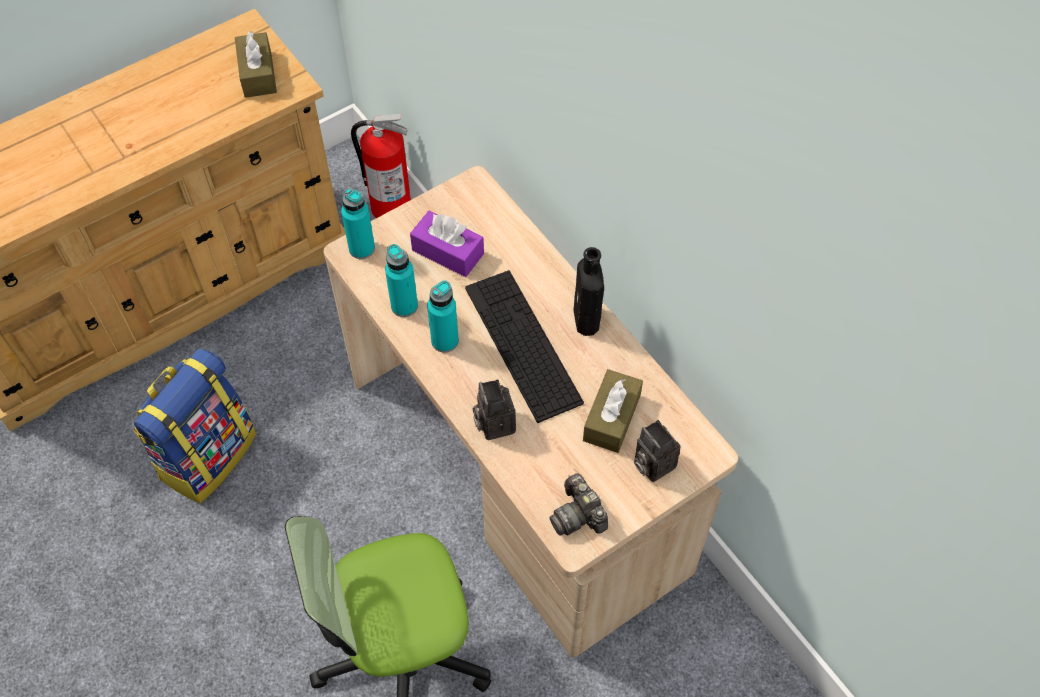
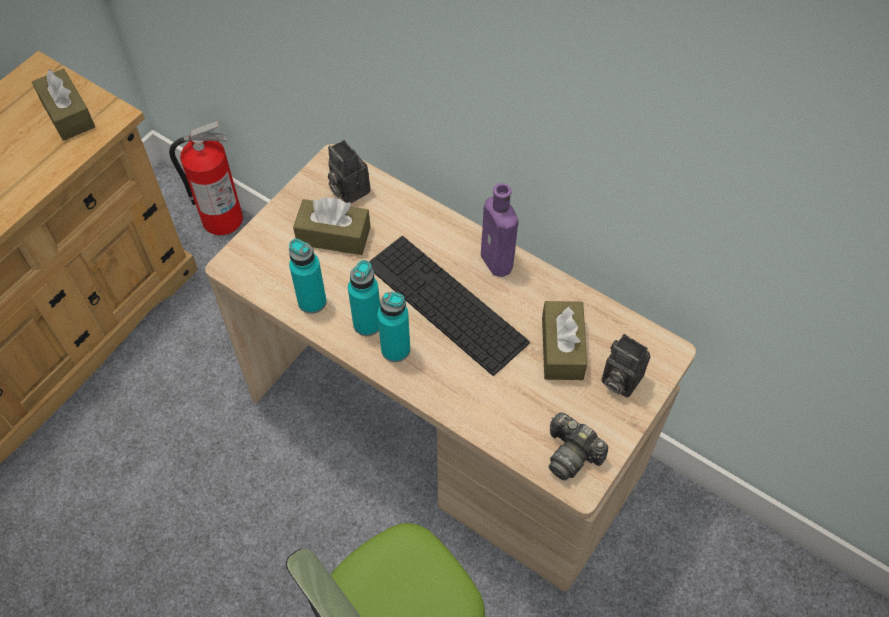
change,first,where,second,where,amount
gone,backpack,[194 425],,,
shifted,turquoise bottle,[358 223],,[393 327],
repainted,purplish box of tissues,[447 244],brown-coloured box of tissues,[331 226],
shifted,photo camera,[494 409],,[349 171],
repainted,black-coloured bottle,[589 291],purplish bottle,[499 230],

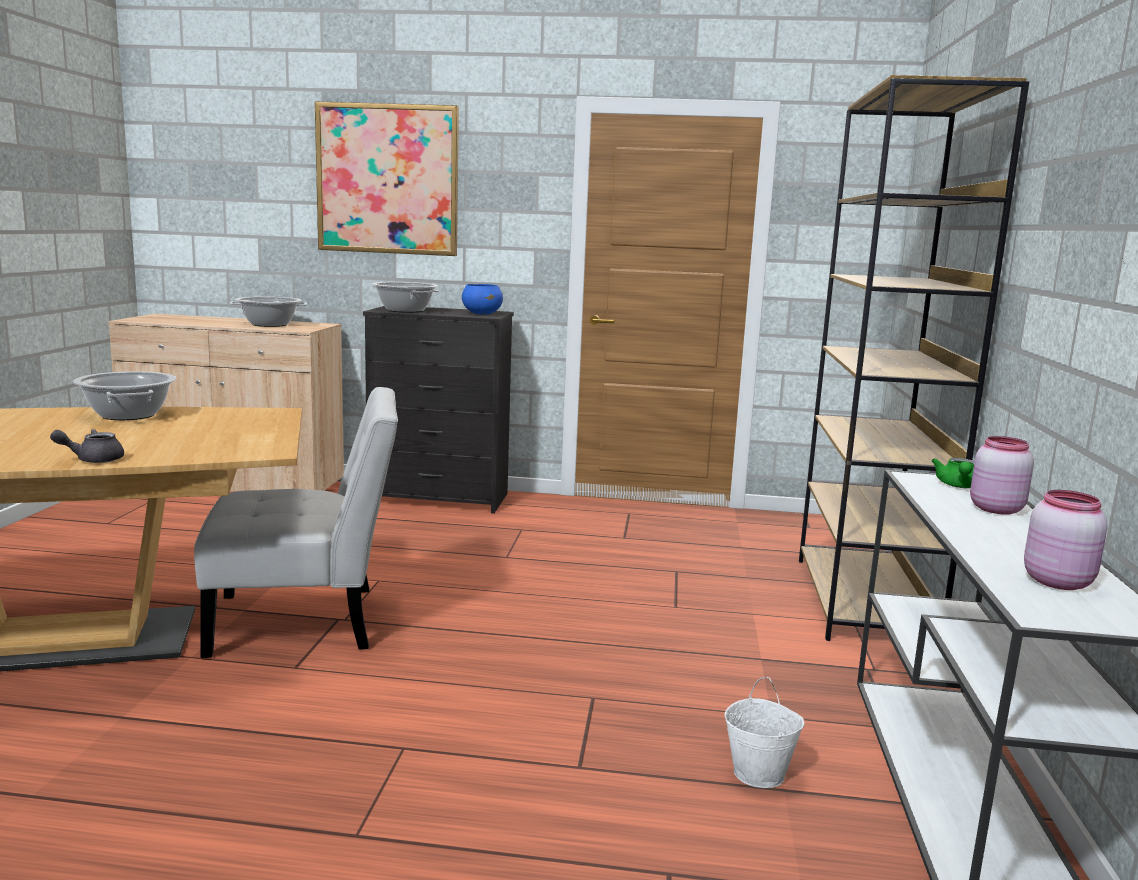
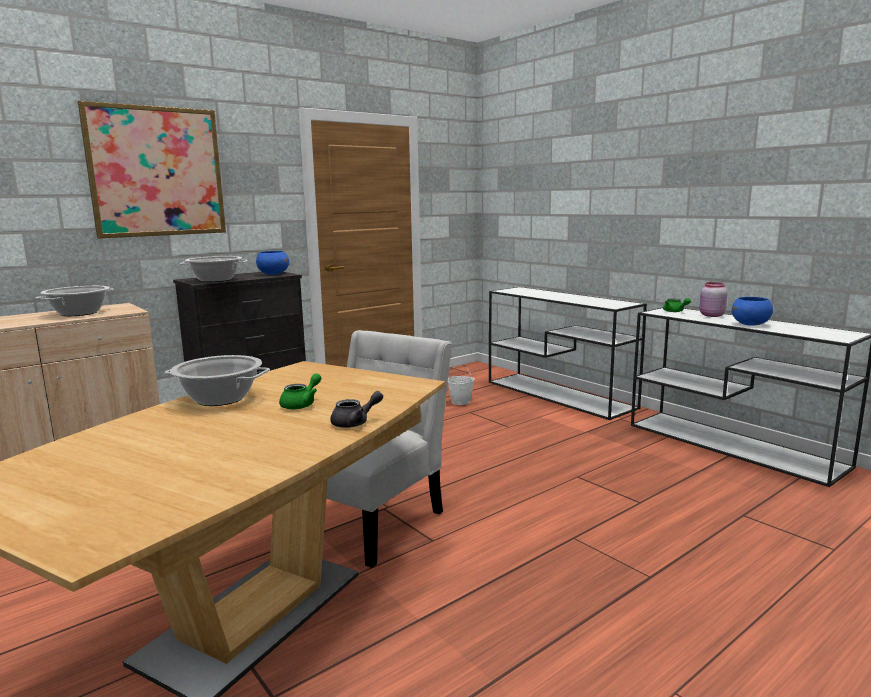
change,first,where,second,where,amount
rotated,greyish pot for tea,[87 446],,[356 409],135 degrees counterclockwise
shifted,whitish pail,[764 732],,[461 384],
swapped,brown-coloured bookcase,[914 358],whitish console table,[568 353],
gone,pink-coloured storage jar,[1066 540],,,
new,,,greenish pot for tea,[300 391],
new,,,blue bowl,[752 311],

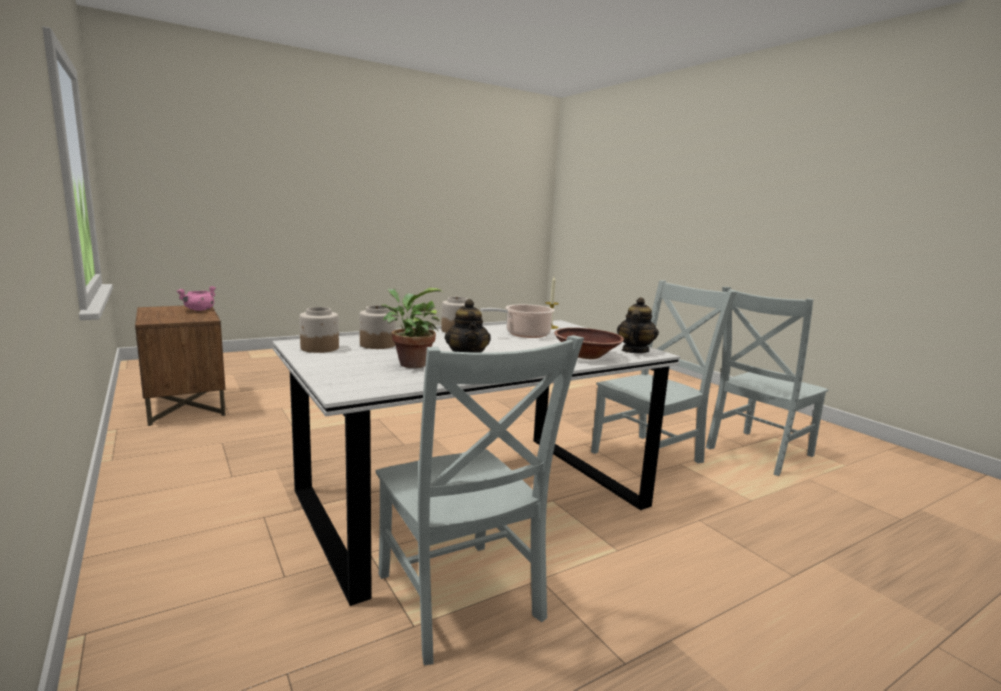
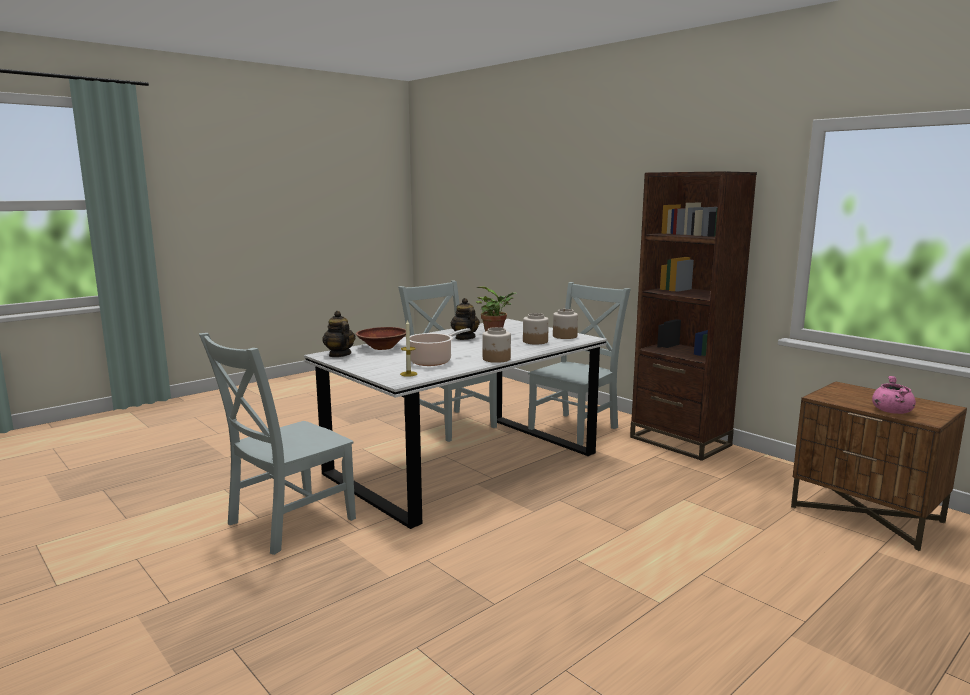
change,first,where,second,where,amount
rotated,pot for tea,[638 325],,[339 334],135 degrees clockwise
shifted,greyish plain chair,[767 381],,[579 364],
new,,,brown-coloured bookcase,[693 316],

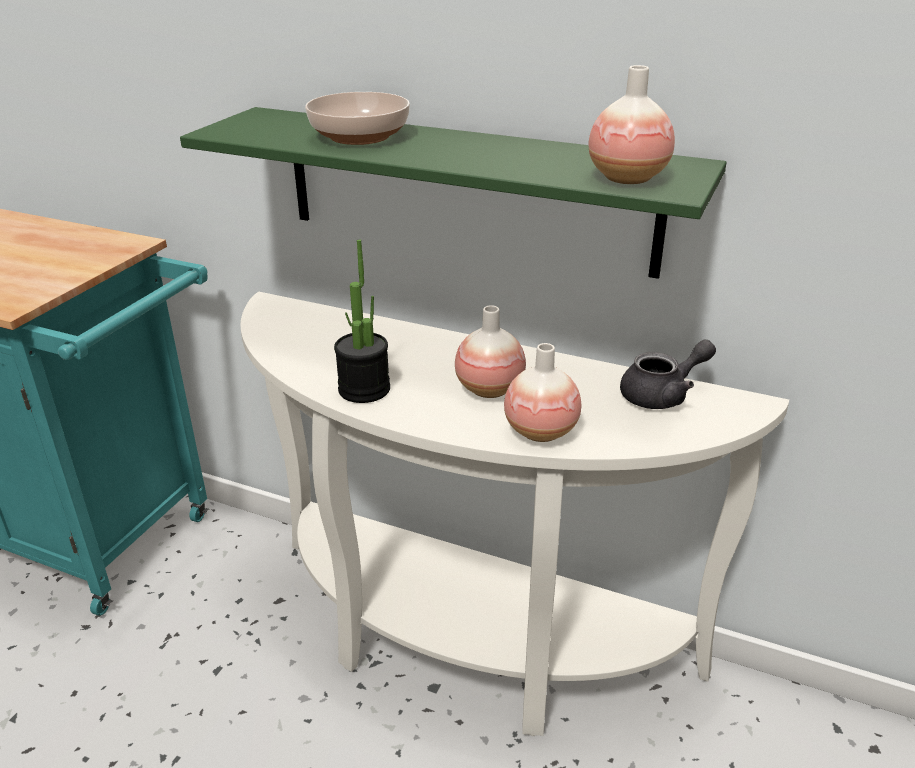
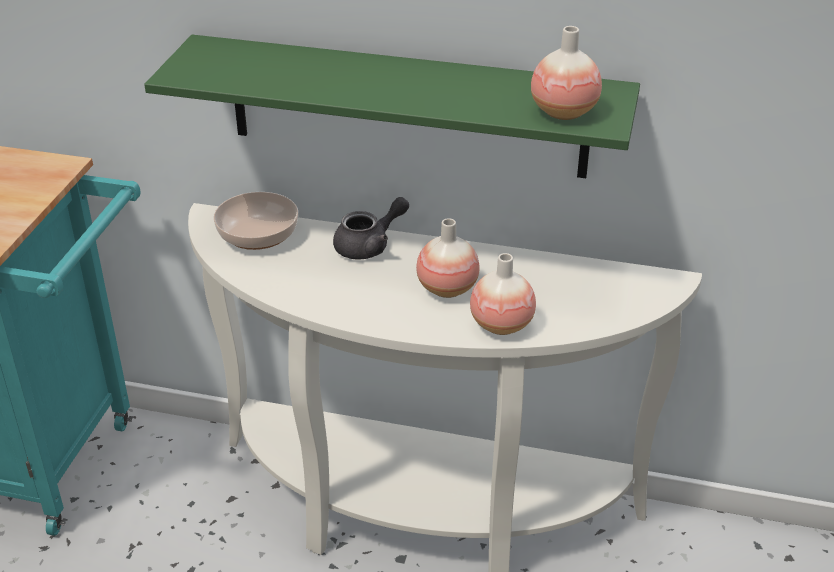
change,first,where,second,where,amount
shifted,bowl,[357 118],,[255 221],
gone,plant in a pot,[362 321],,,
shifted,greyish pot for tea,[668 374],,[371 228],

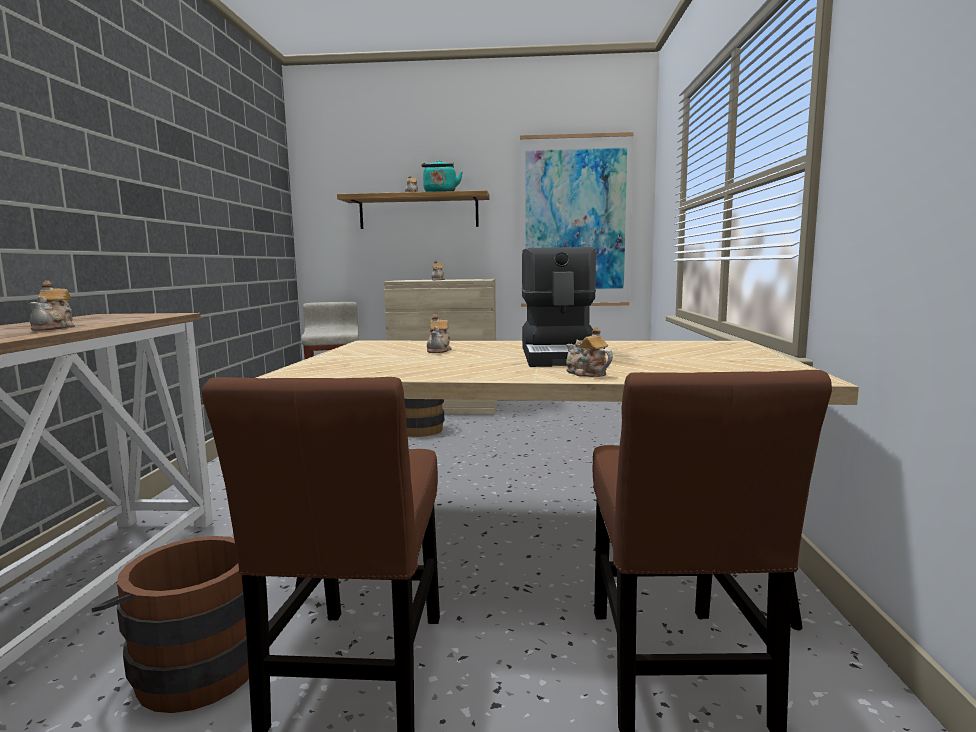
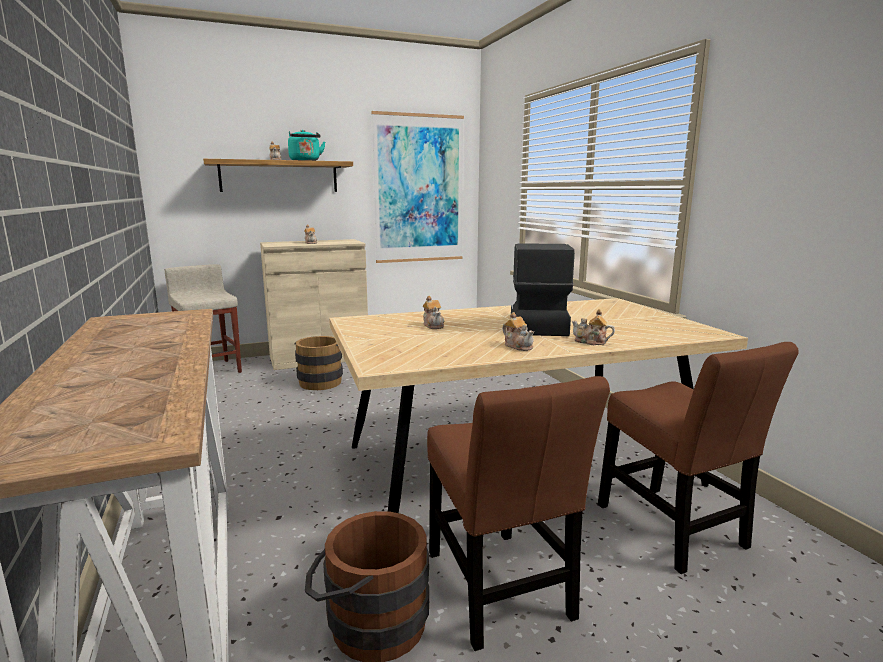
change,first,where,second,where,amount
shifted,pot for tea,[52 306],,[518 331],
rotated,coffee brewer,[563 307],,[543 289],150 degrees counterclockwise

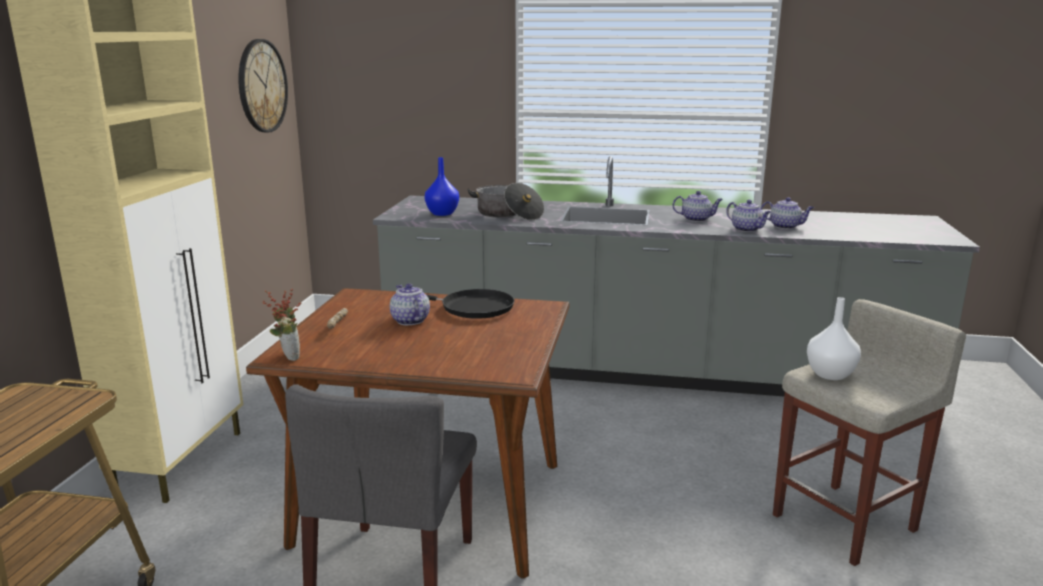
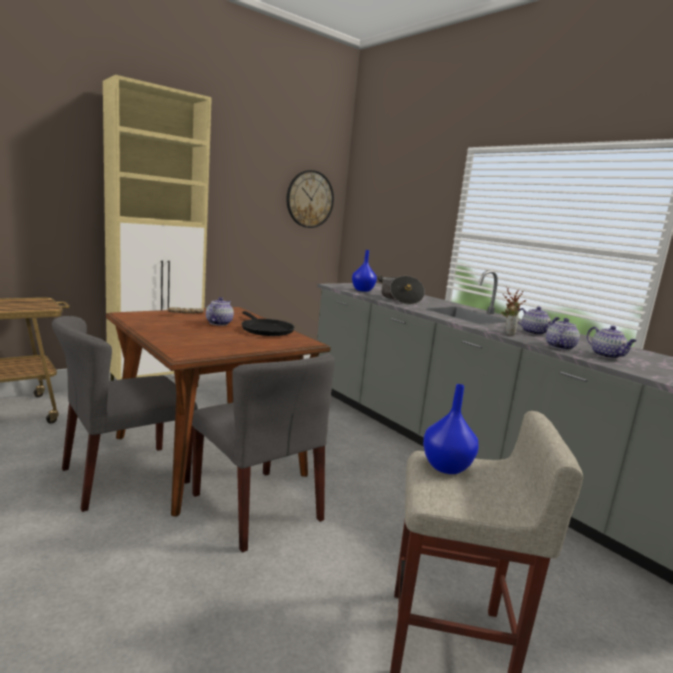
change,first,where,second,where,amount
shifted,plant in a pot,[282 325],,[513 311],
rotated,pot for tea,[748 216],,[563 334],150 degrees counterclockwise
repainted,whitish decorative vase,[834 338],blue decorative vase,[451 429],
new,,,greyish plain chair,[263 453],

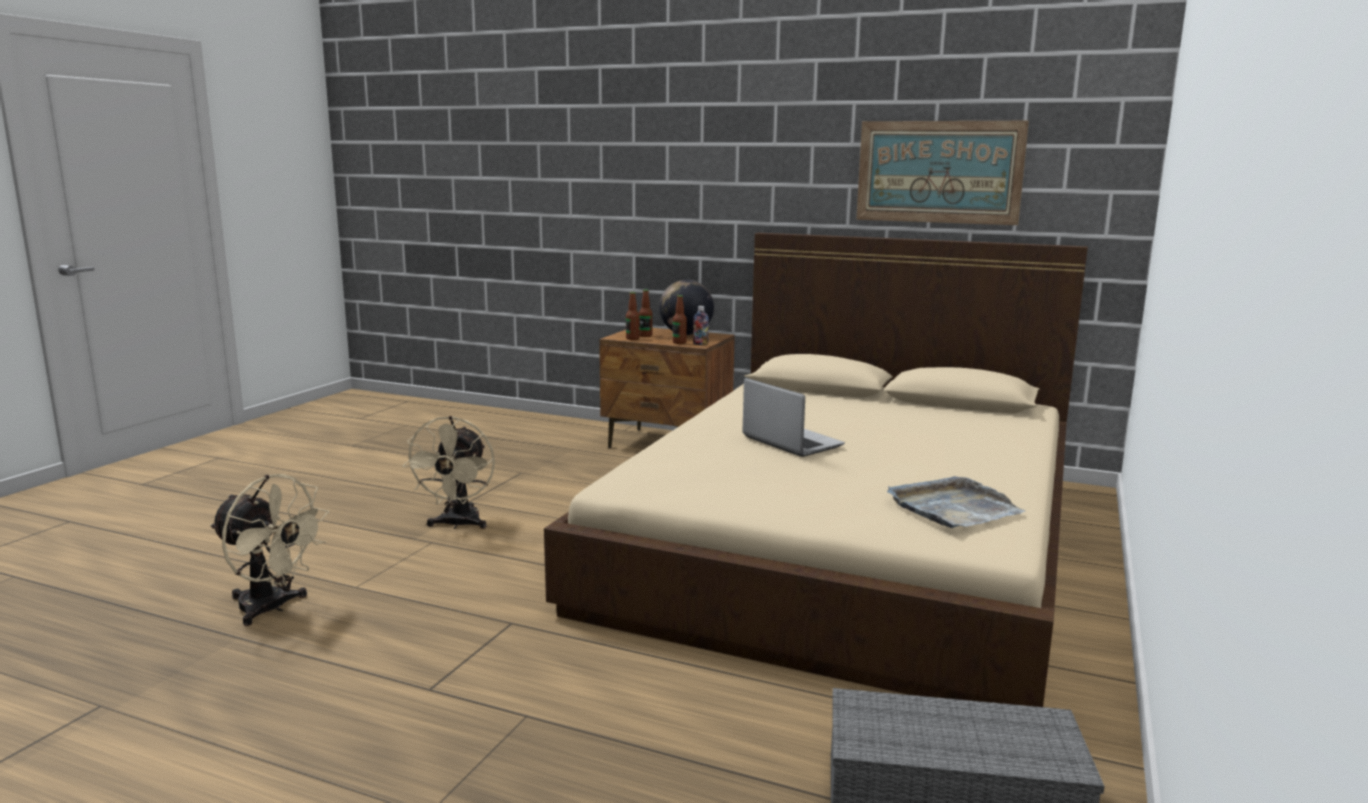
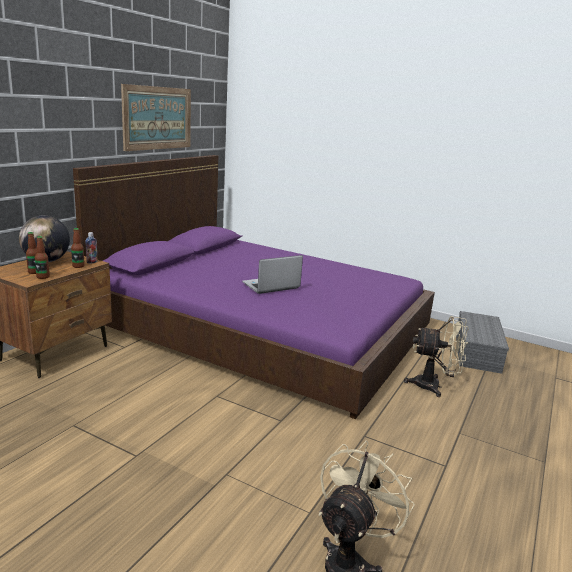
change,first,where,second,where,amount
shifted,sand-coloured cooling fan,[449 472],,[436 356],
repainted,sand-coloured bedroom bed,[816 470],purplish bedroom bed,[254 287],
gone,greyish serving tray,[956 502],,,

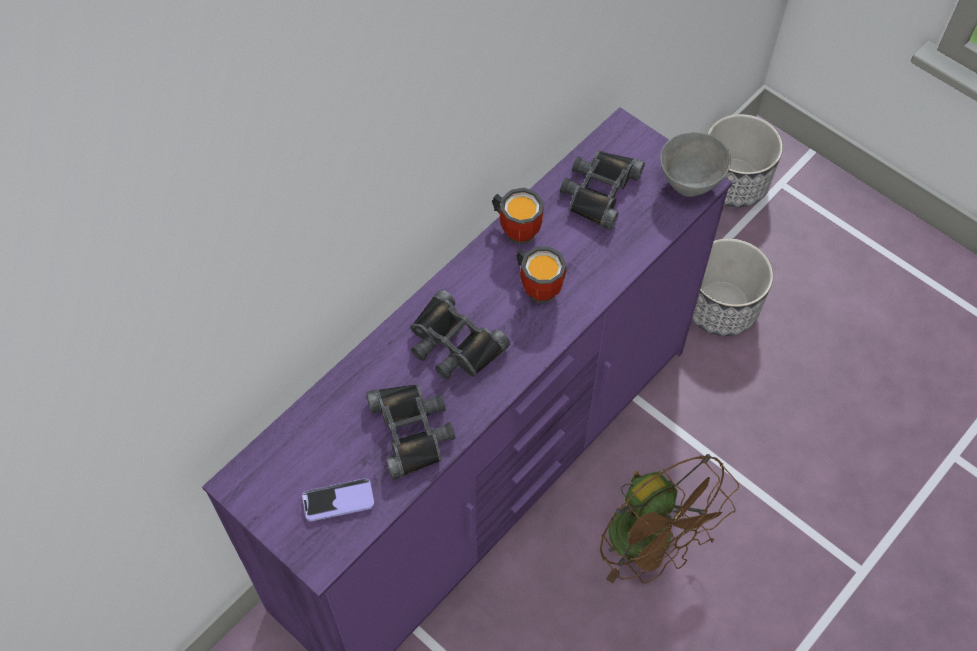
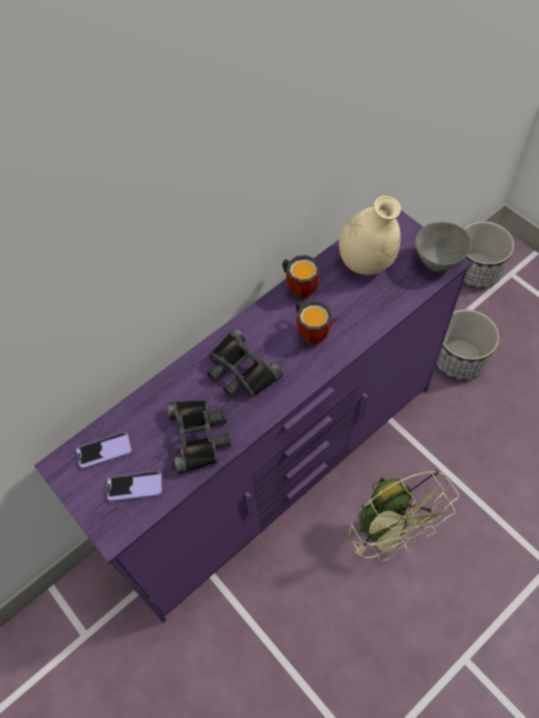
change,first,where,second,where,amount
swapped,black-coloured field glasses,[602 190],sand-coloured decorative vase,[370 235],
repainted,brown-coloured cooling fan,[669 519],greenish cooling fan,[403 515],
new,,,handset,[104 450],

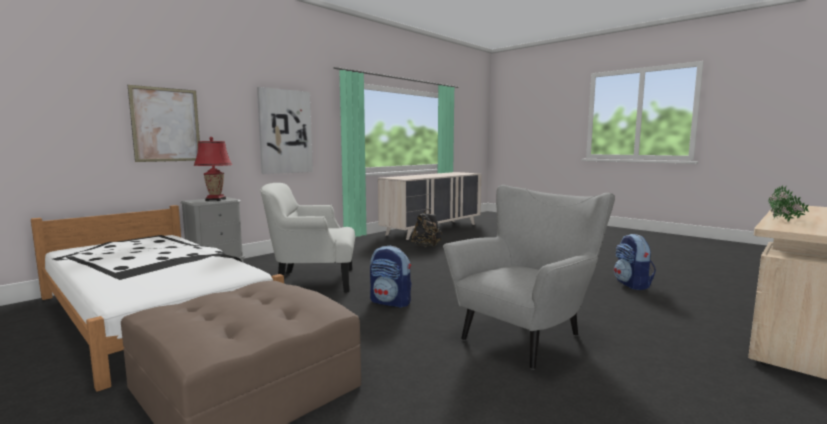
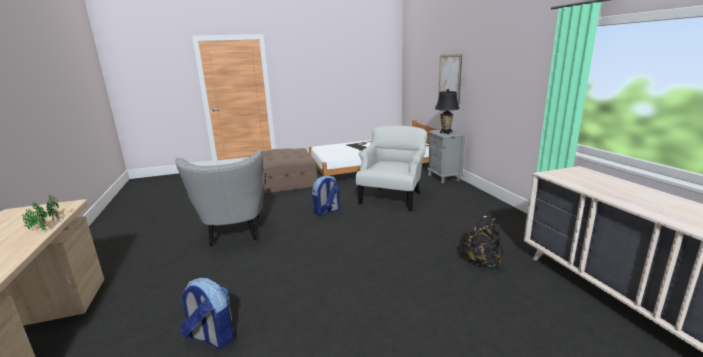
change,first,where,second,where,amount
repainted,red lamp for a table,[213 169],black-coloured lamp for a table,[447 111],
gone,wall art,[285 130],,,

